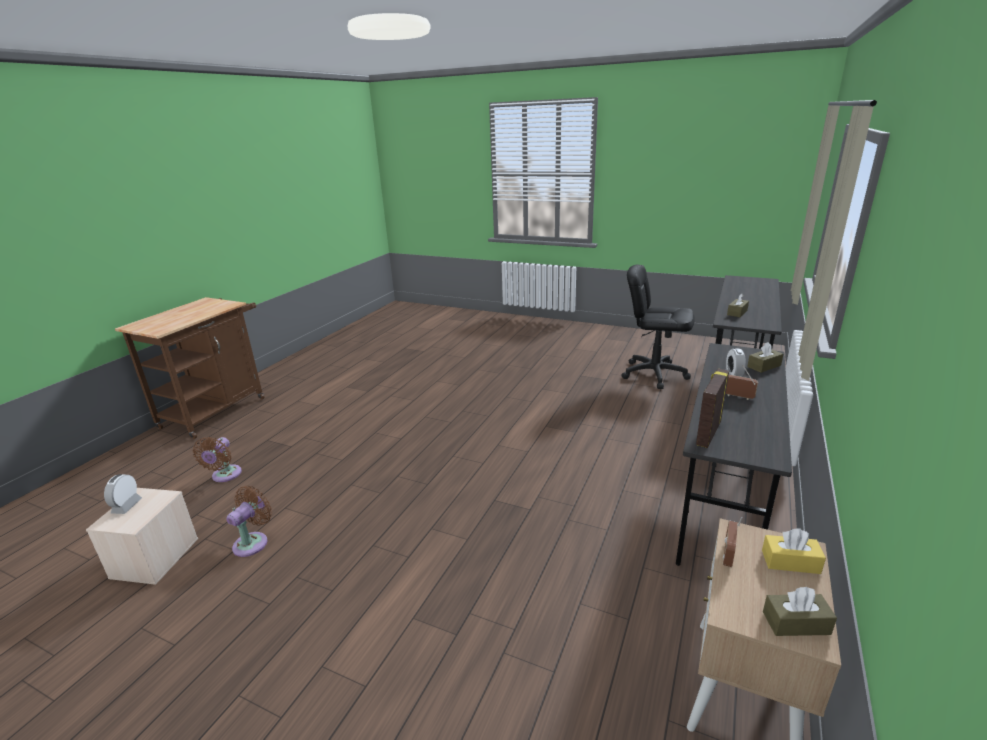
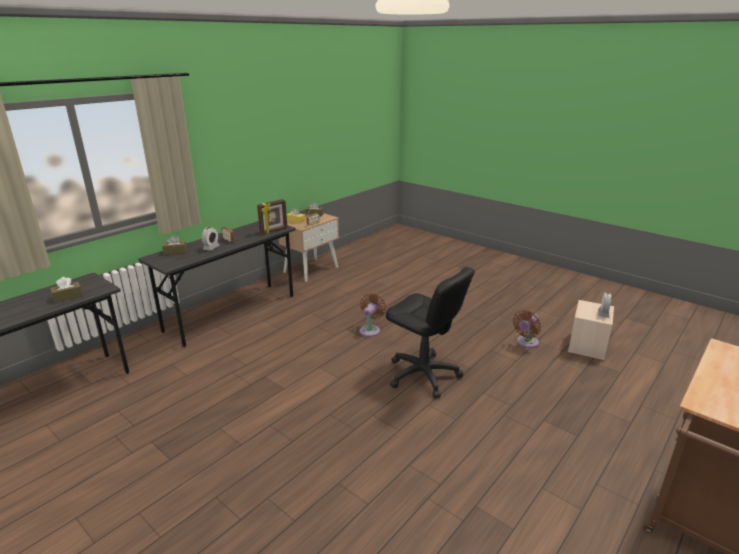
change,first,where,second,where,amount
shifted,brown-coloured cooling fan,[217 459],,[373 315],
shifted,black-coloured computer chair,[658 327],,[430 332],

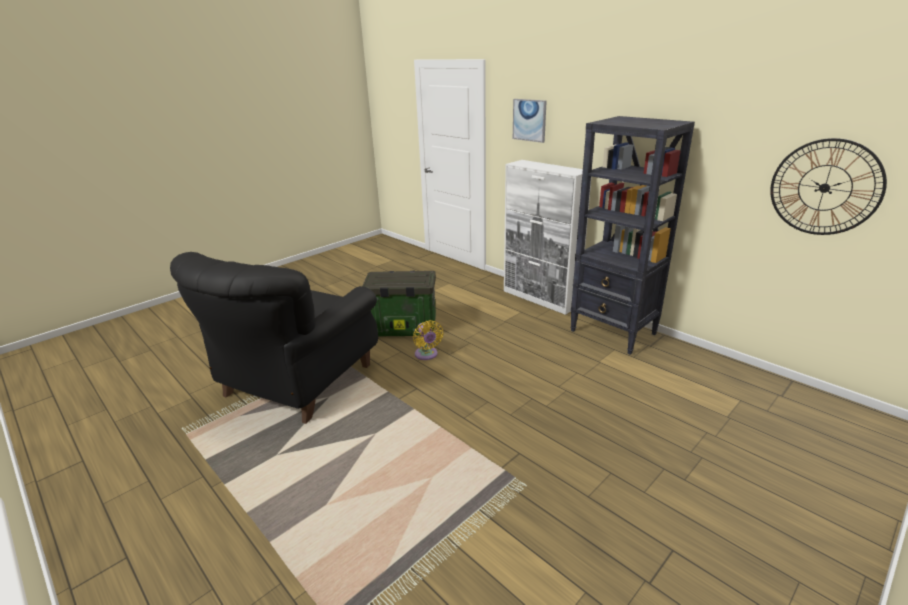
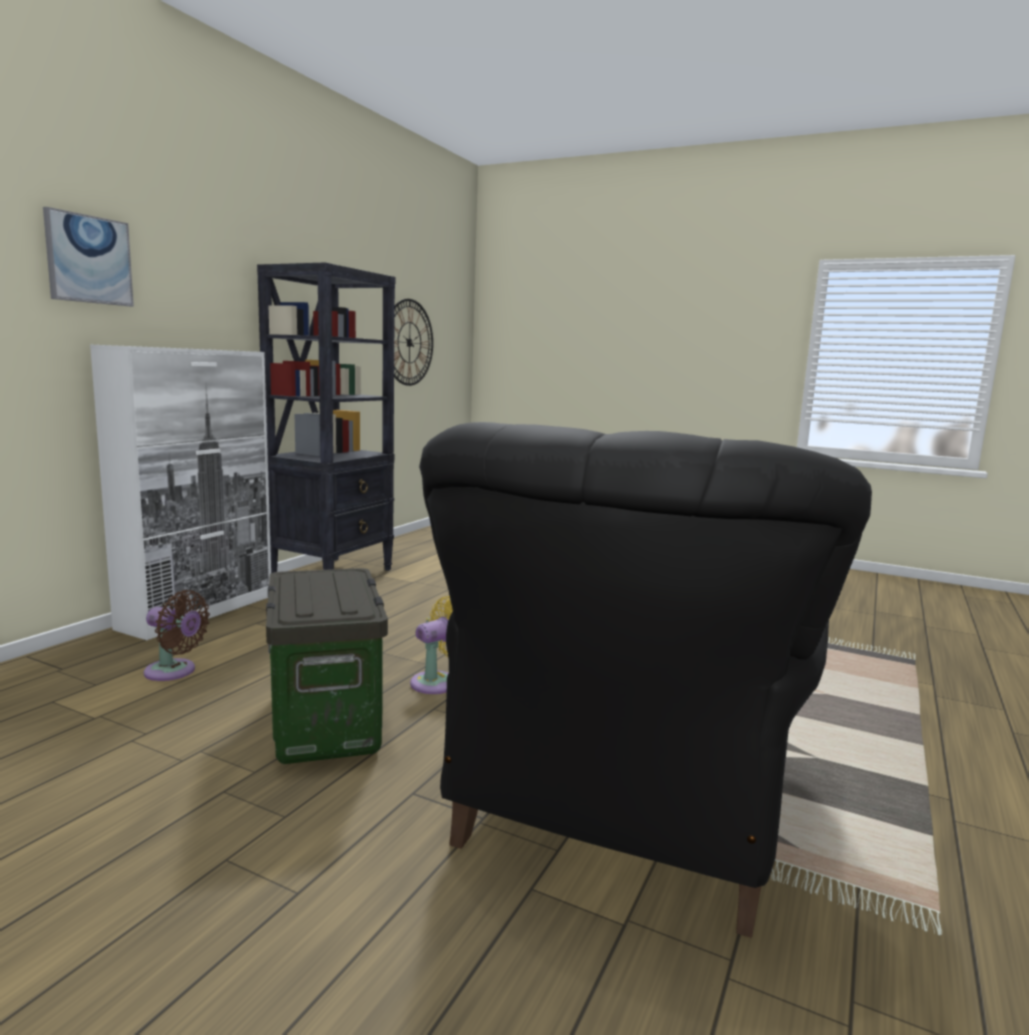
change,first,where,second,where,amount
rotated,black-coloured lounge chair,[274 338],,[645 680],105 degrees clockwise
new,,,brown-coloured cooling fan,[177 635],

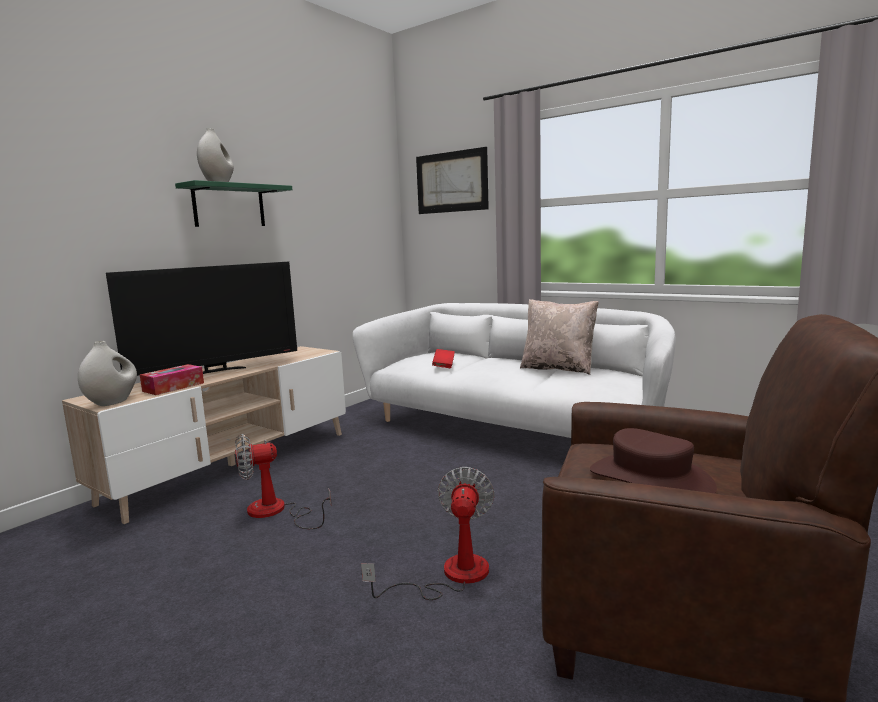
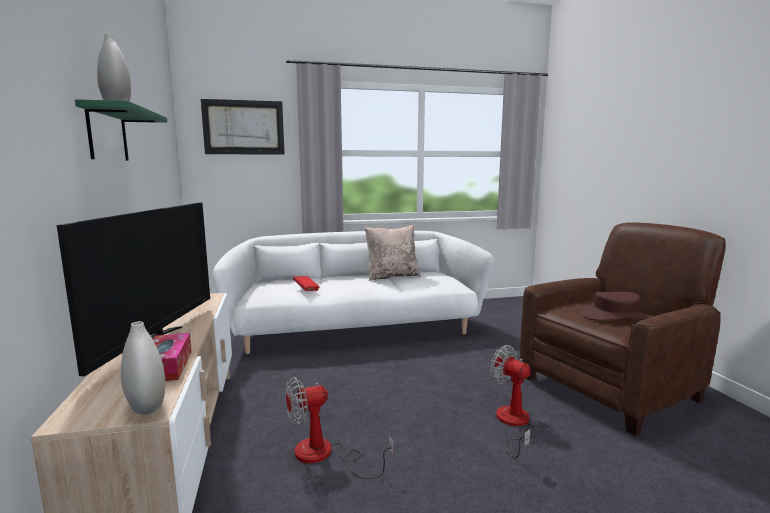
change,first,where,second,where,amount
rotated,cooling fan,[283 481],,[339 428],45 degrees clockwise

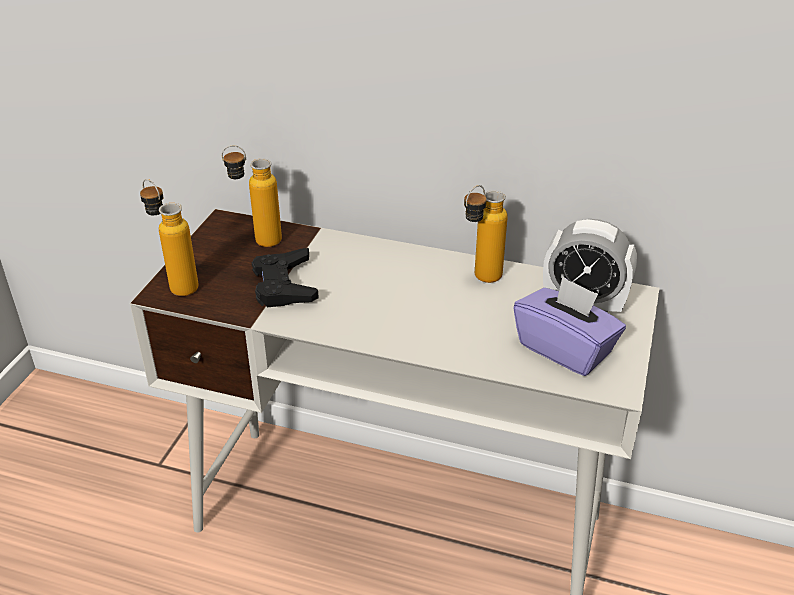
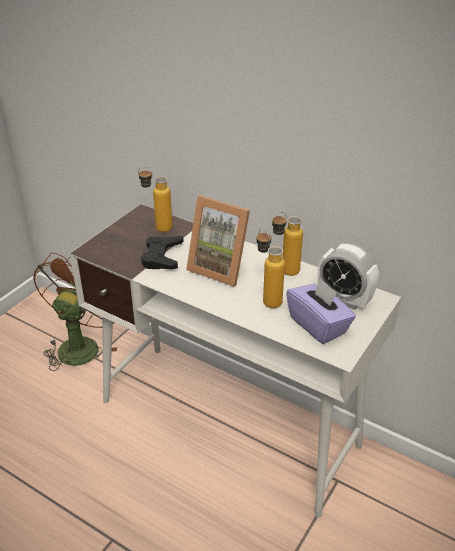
change,first,where,second,where,amount
shifted,bottle,[169 237],,[271 268],
new,,,brown-coloured cooling fan,[75 312],
new,,,standing frame,[218 241],

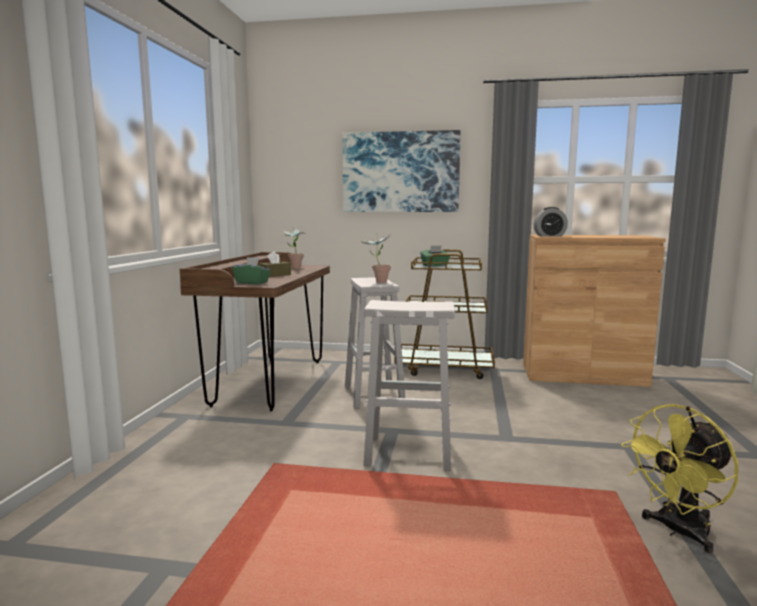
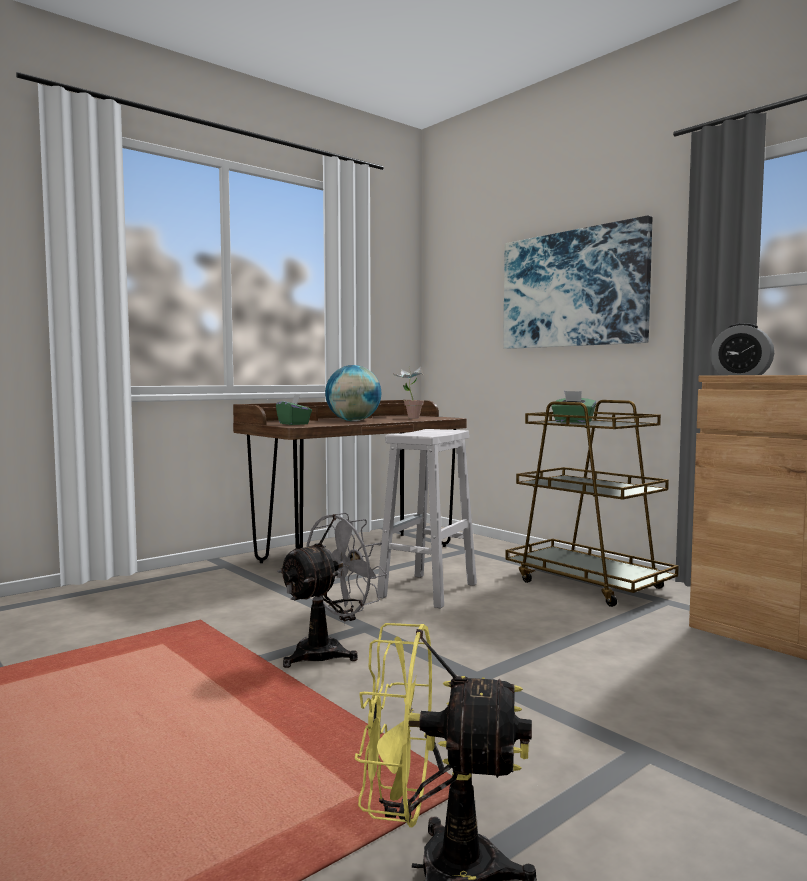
change,first,where,second,where,amount
swapped,brown-coloured box of tissues,[275 264],world globe,[353 393],
gone,plant in a pot,[376 258],,,
swapped,whitish stool,[409 385],greyish cooling fan,[332 590],

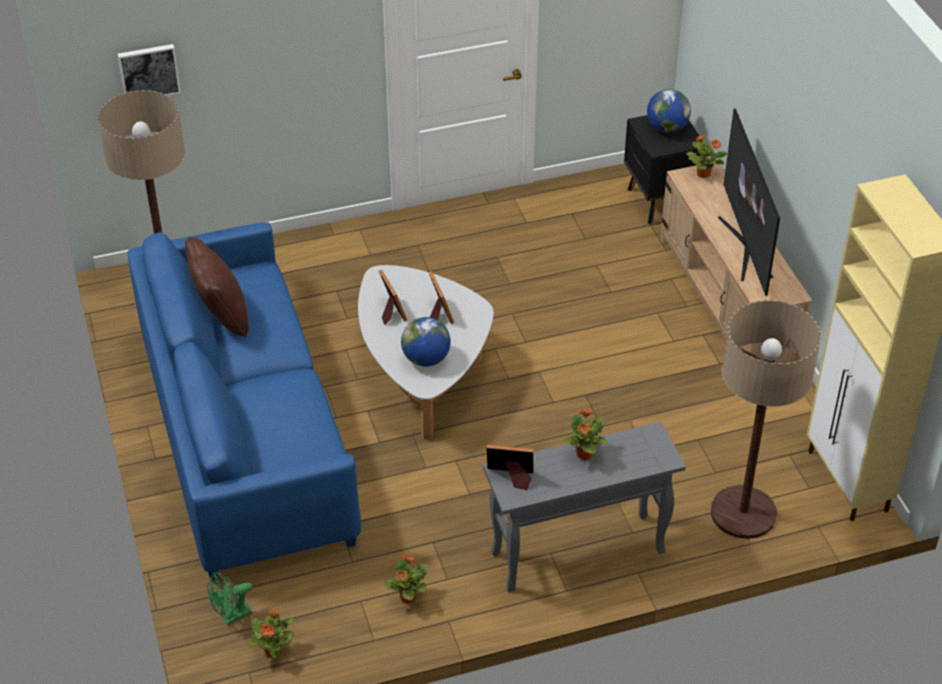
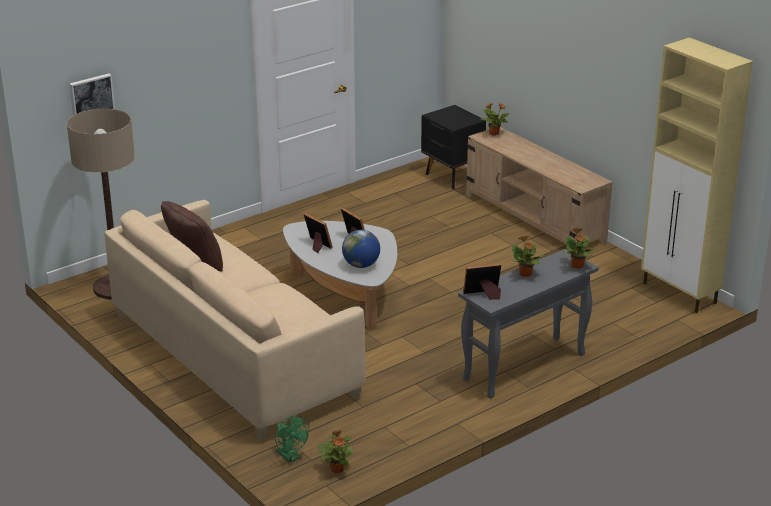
change,first,where,second,where,amount
repainted,blue settee,[244 401],sand-coloured settee,[235 320],
rotated,greenish cooling fan,[229 598],,[292 439],75 degrees counterclockwise
shifted,plant in a pot,[406 579],,[580 248],
gone,world globe,[669 111],,,
gone,standing lamp,[766 419],,,
gone,TV set,[749 202],,,

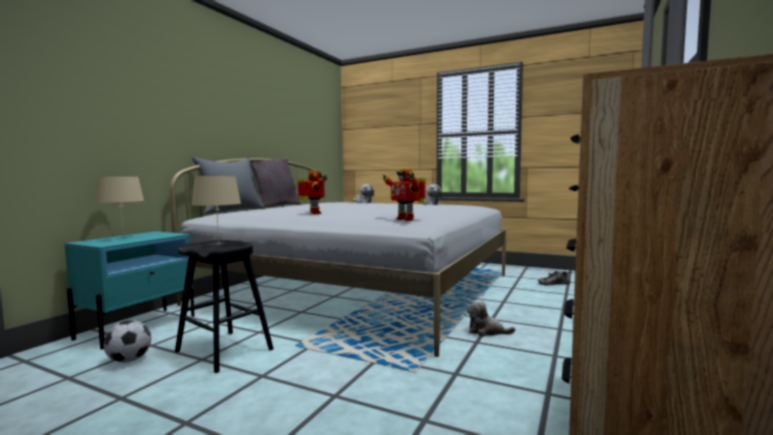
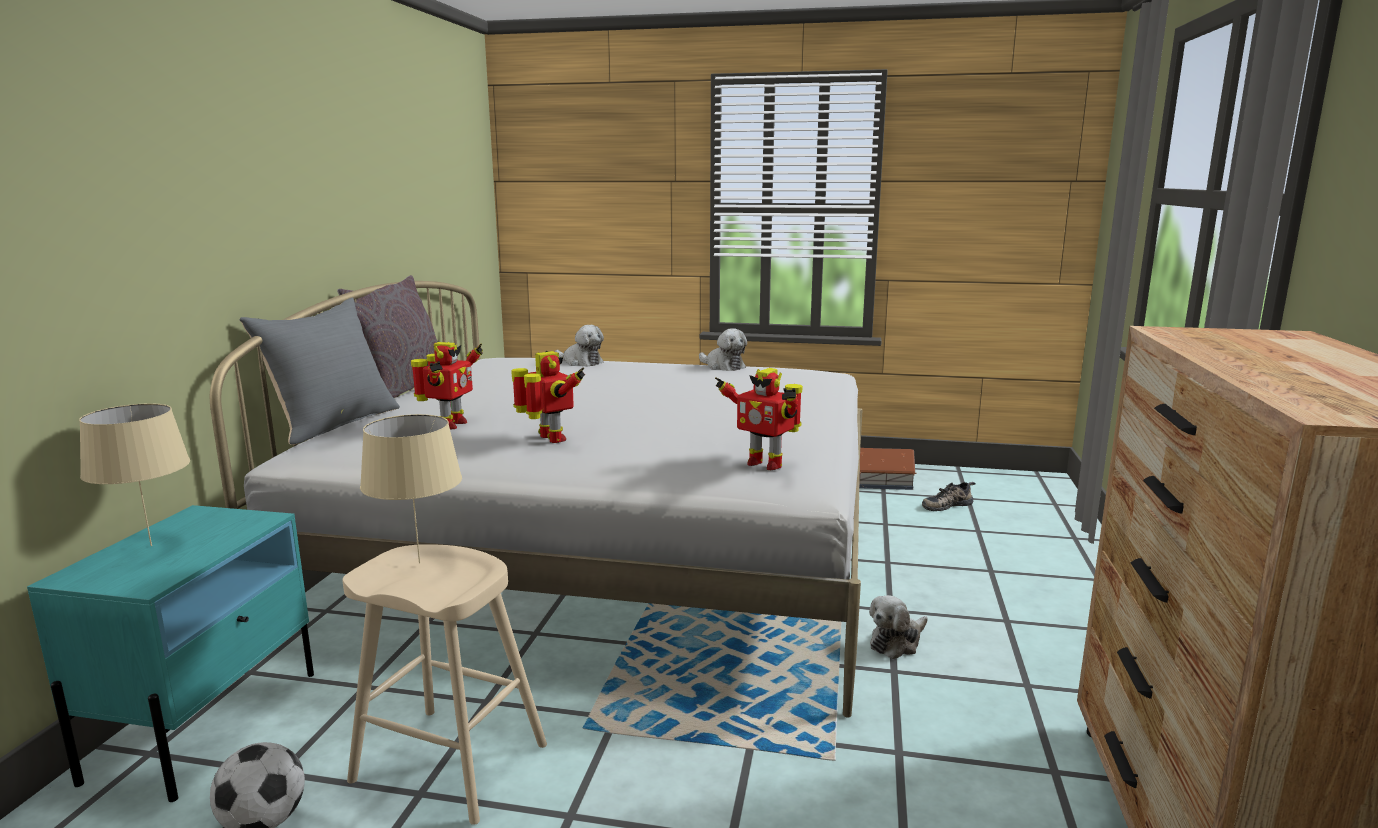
change,first,where,second,where,amount
repainted,black-coloured stool,[224 306],sand-coloured stool,[445 684],
rotated,plush toy,[490 317],,[898 627],45 degrees counterclockwise
new,,,model robot,[447 385],
new,,,toy house,[888 469],

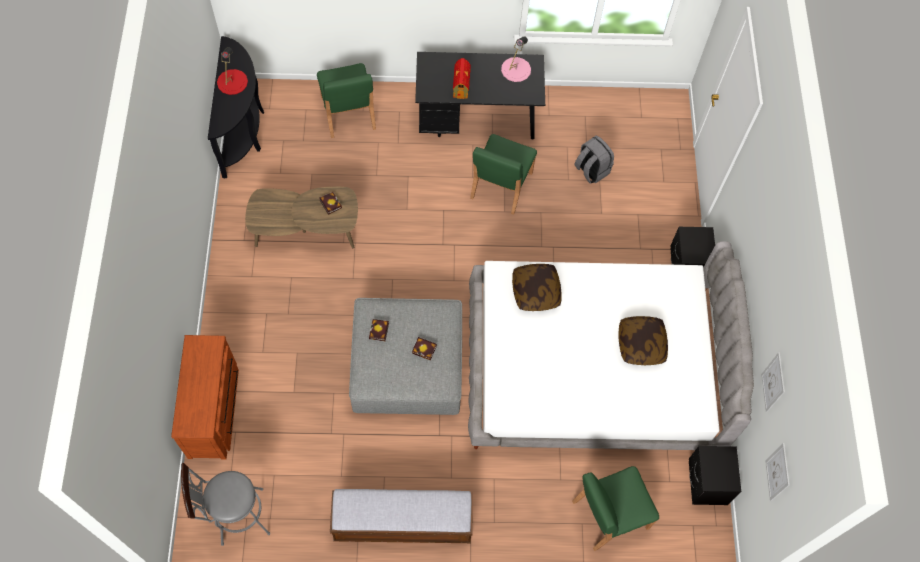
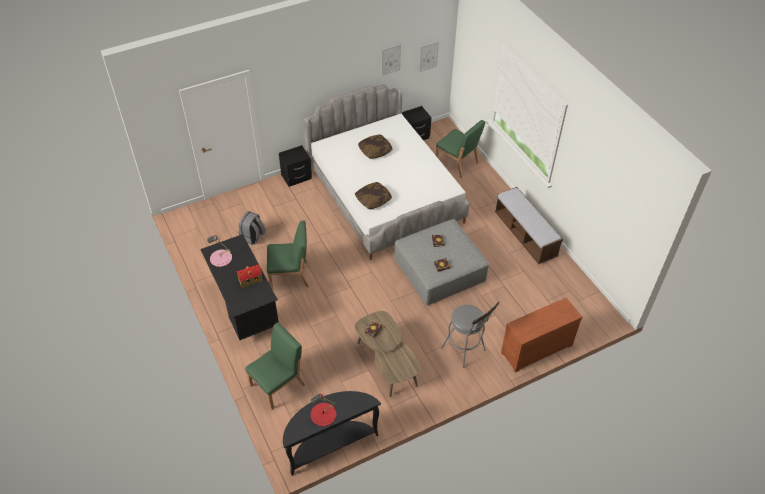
change,first,where,second,where,amount
shifted,greyish stool,[225 504],,[470 335],

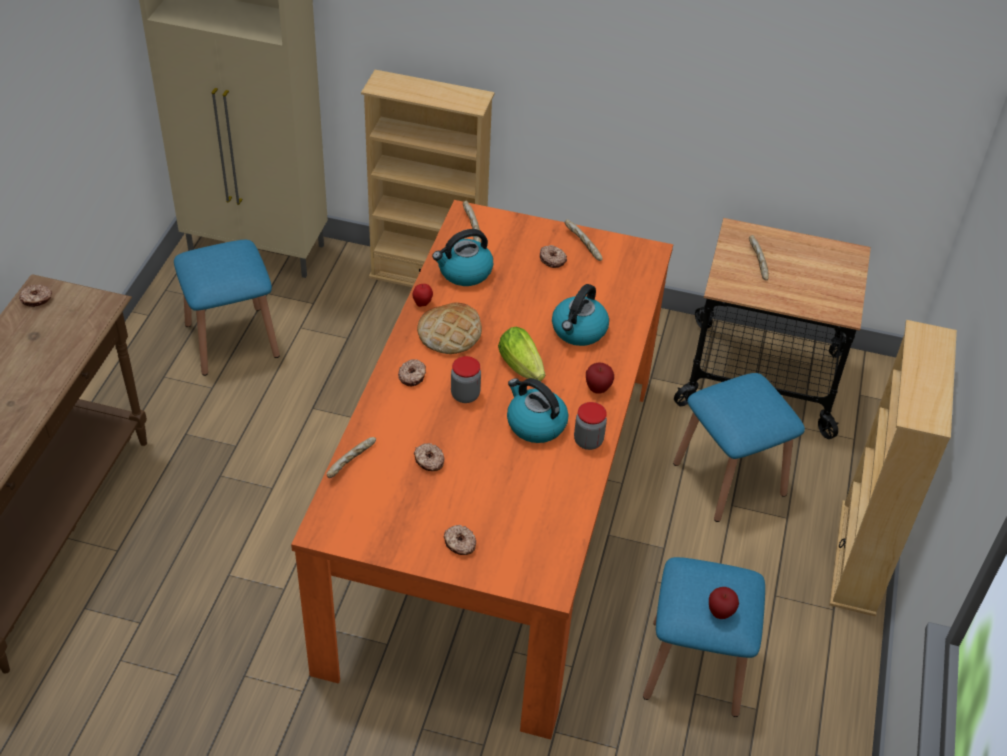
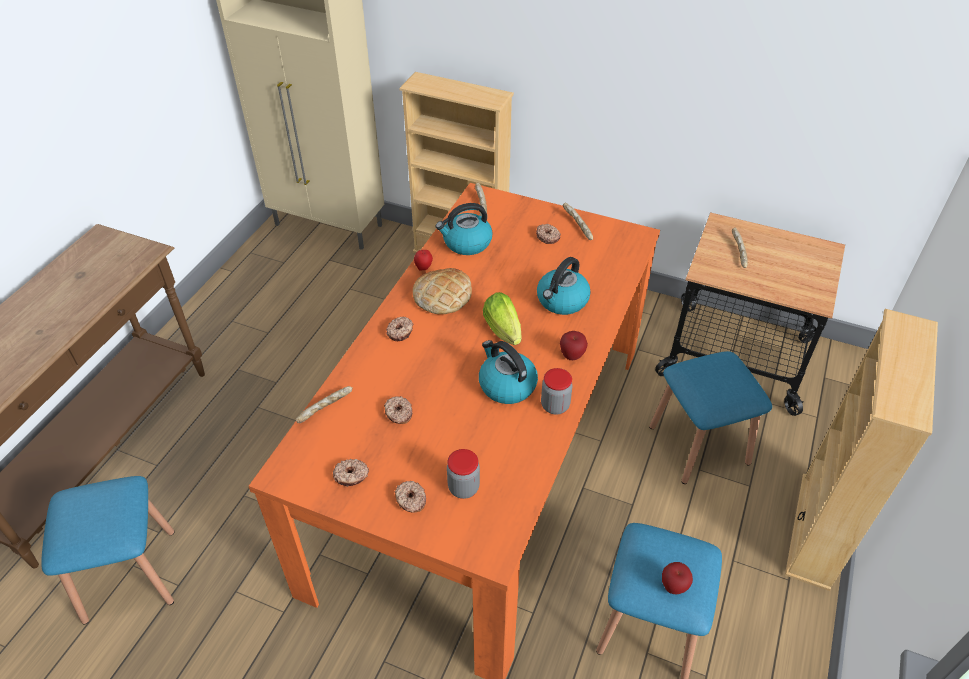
change,first,where,second,where,amount
shifted,ring doughnut,[35 296],,[351 473],
shifted,blue stool,[227 308],,[108 550],
shifted,storage jar,[466 379],,[463 474],

